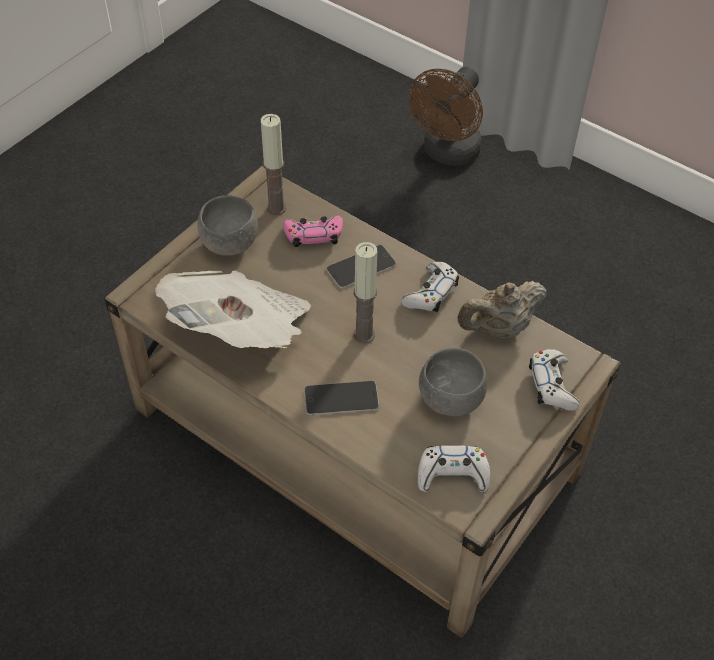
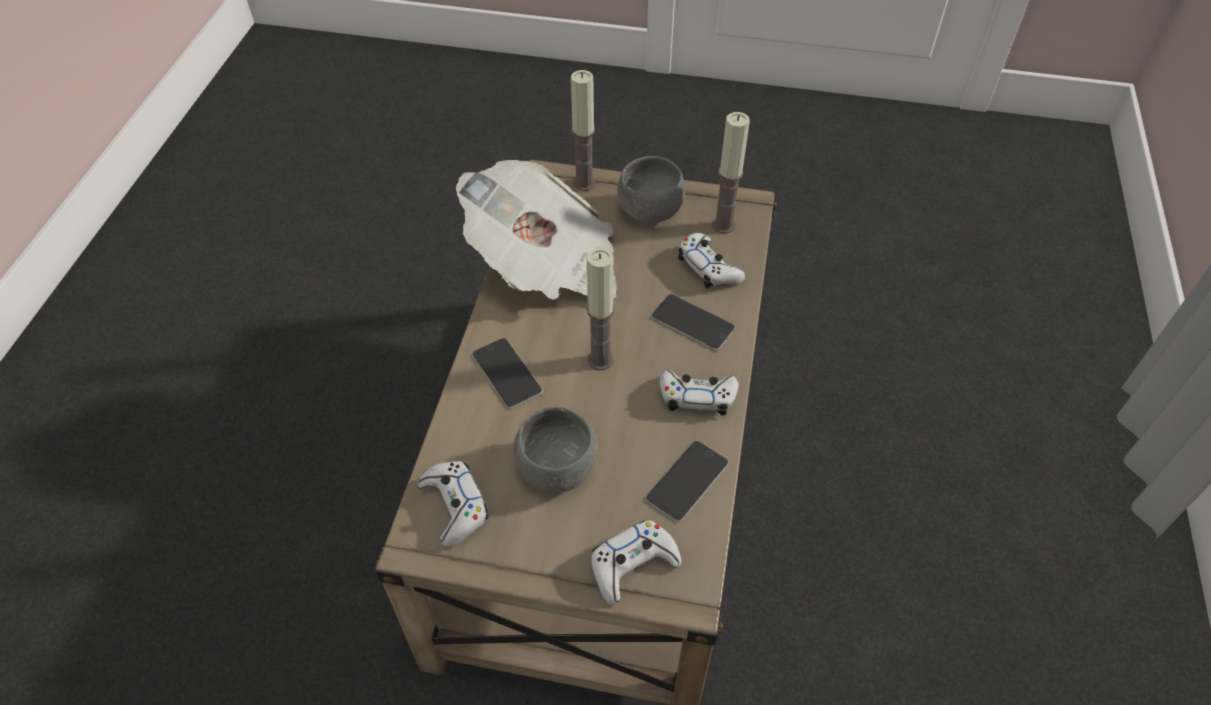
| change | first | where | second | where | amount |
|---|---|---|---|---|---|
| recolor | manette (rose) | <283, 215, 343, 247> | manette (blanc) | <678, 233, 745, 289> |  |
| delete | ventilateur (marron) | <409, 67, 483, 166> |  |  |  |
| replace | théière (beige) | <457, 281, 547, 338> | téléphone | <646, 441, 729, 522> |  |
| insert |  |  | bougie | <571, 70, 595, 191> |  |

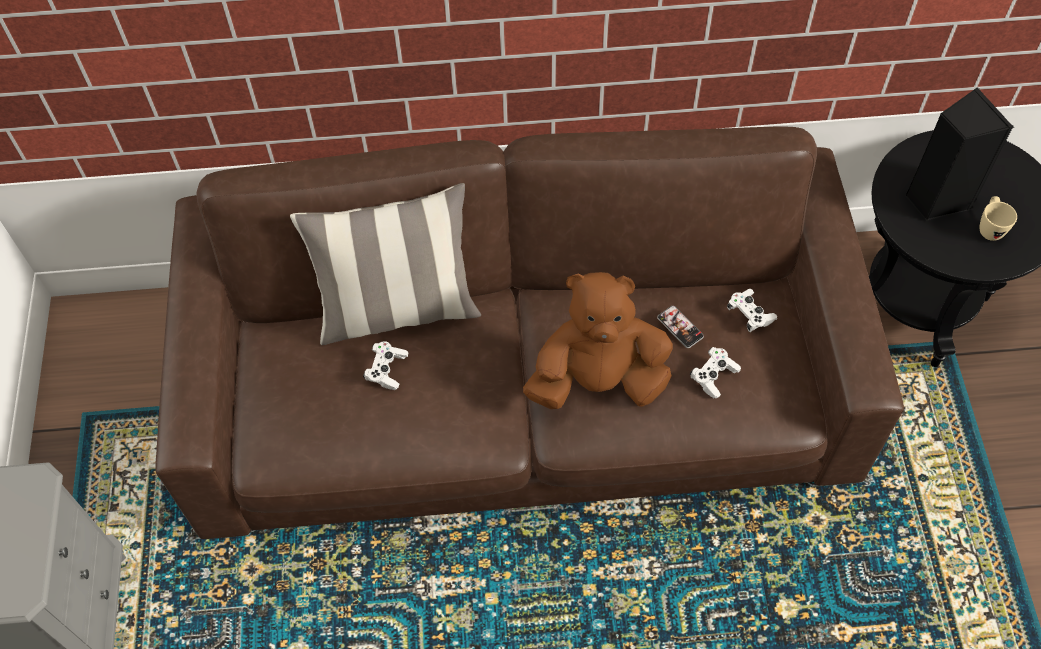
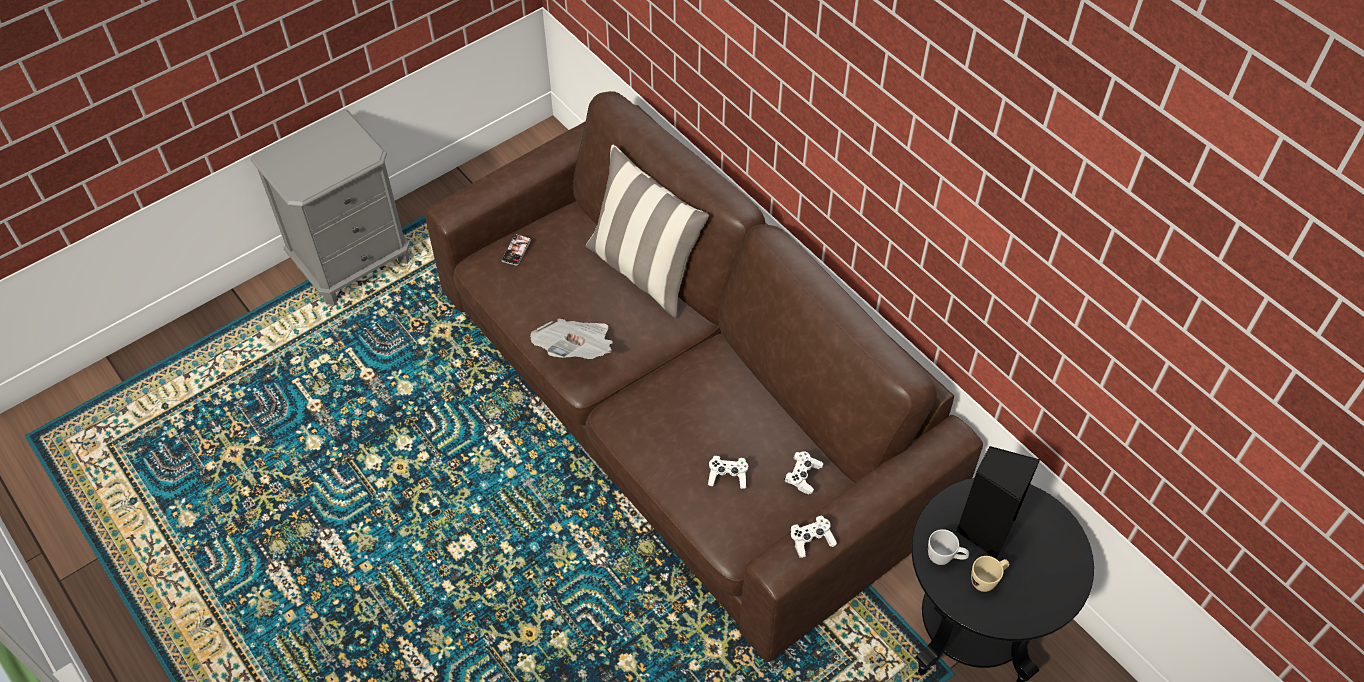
| change | first | where | second | where | amount |
|---|---|---|---|---|---|
| move | manette (blanc) | <363, 341, 408, 390> |  | <790, 516, 837, 558> |  |
| delete | peluche (marron) | <523, 272, 673, 409> |  |  |  |
| move | téléphone | <657, 306, 704, 348> |  | <501, 234, 531, 266> |  |
| insert |  |  | journal | <530, 319, 612, 359> |  |
| insert |  |  | mug (blanc) | <928, 529, 969, 565> |  |

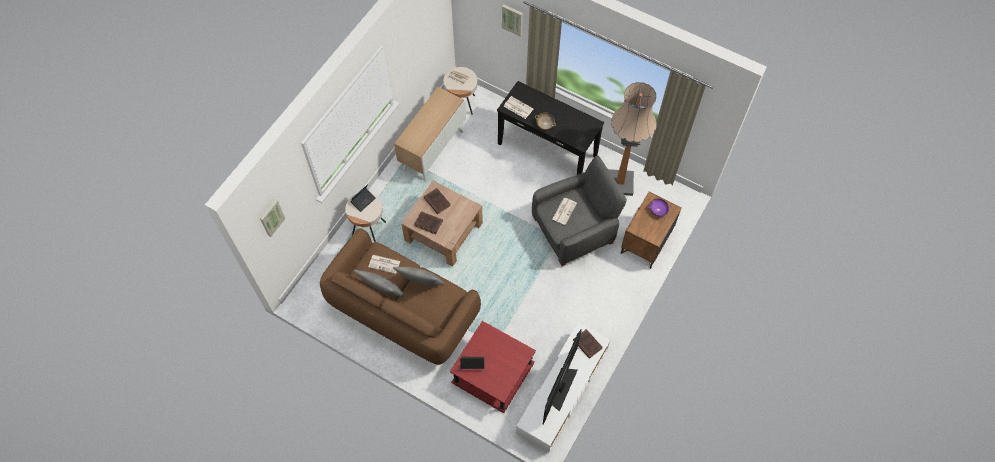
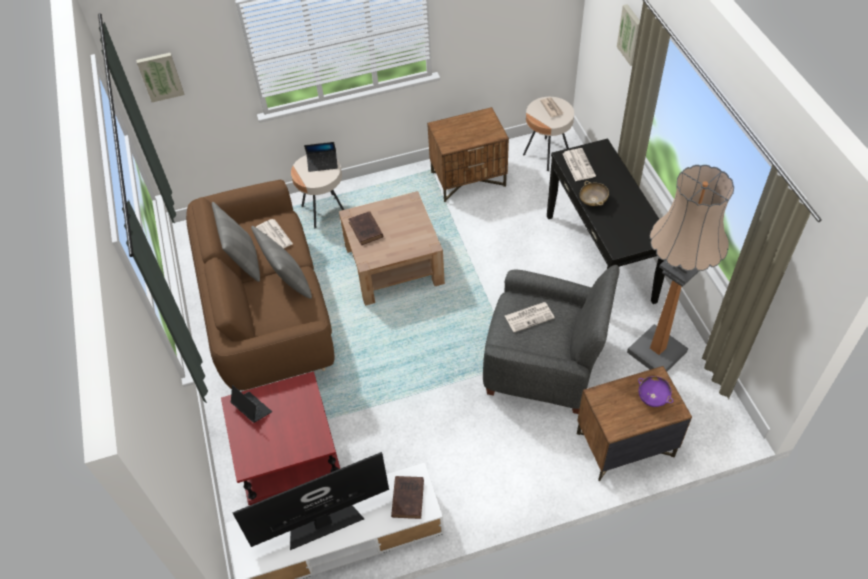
| change | first | where | second | where | amount |
|---|---|---|---|---|---|
| replace | meuble de rangement | <394, 87, 466, 182> | table de chevet (marron) | <427, 107, 509, 202> |  |
| delete | livre (marron) | <424, 188, 451, 214> |  |  |  |

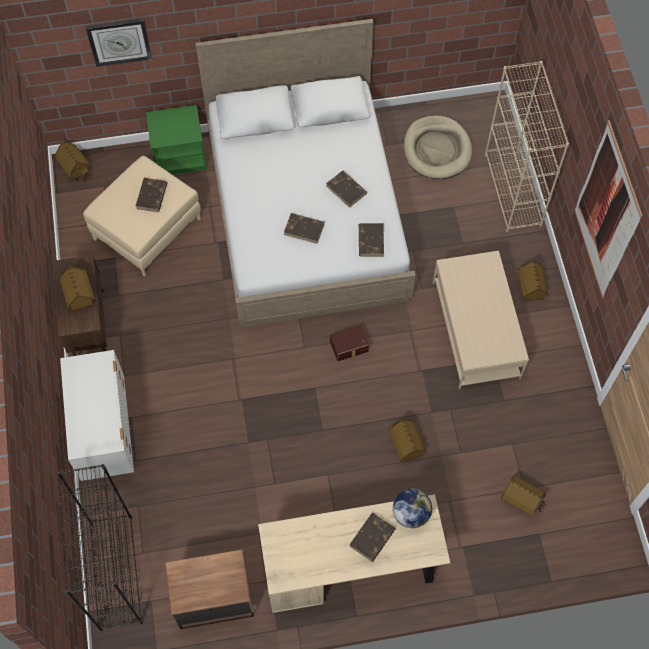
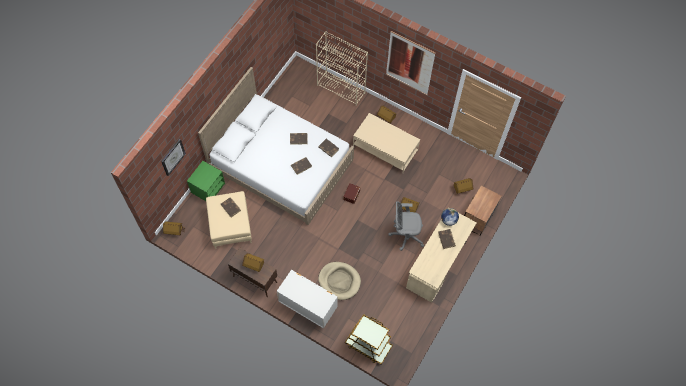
| change | first | where | second | where | amount |
|---|---|---|---|---|---|
| replace | bibliothèque (noir) | <57, 464, 143, 631> | chariot (marron) | <345, 314, 393, 365> |  |
| move | table de chevet | <165, 549, 254, 629> |  | <464, 185, 502, 236> |  |
| move | panier pour chien (beige) | <404, 115, 472, 179> |  | <318, 262, 361, 300> |  |
| insert |  |  | chaise de bureau (gris) | <388, 201, 424, 251> |  |

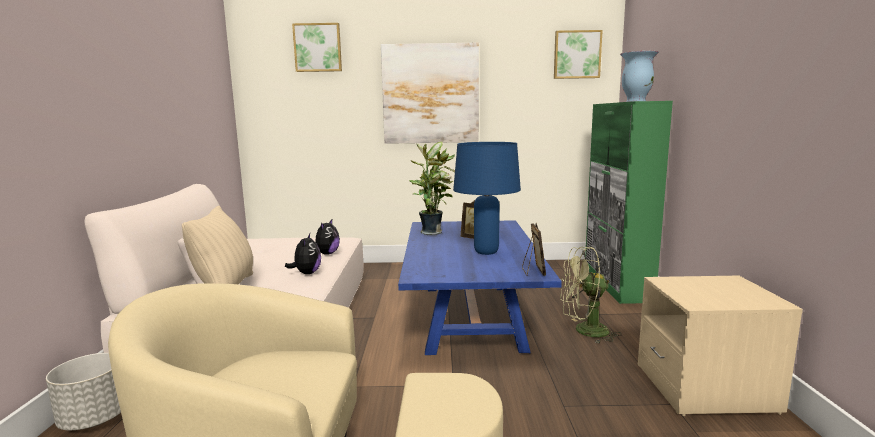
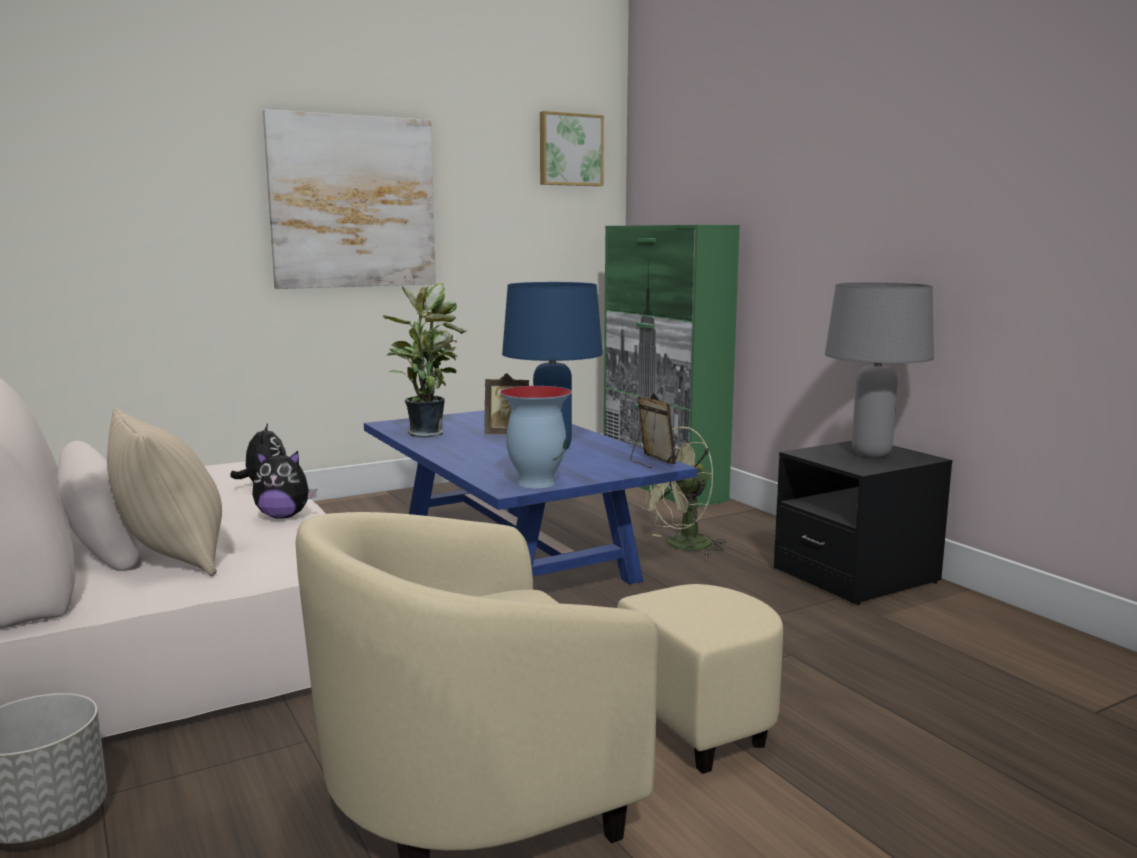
| change | first | where | second | where | amount |
|---|---|---|---|---|---|
| rotate | peluche | <285, 233, 321, 274> |  | <252, 451, 317, 519> | 120 degrees clockwise |
| delete | tableau | <292, 23, 342, 72> |  |  |  |
| move | vase | <620, 51, 659, 102> |  | <500, 386, 572, 488> |  |
| recolor | table de chevet (beige) | <638, 276, 803, 416> | table de chevet (noir) | <774, 441, 952, 605> |  |
| insert |  |  | lampe de table (gris) | <825, 282, 934, 457> |  |

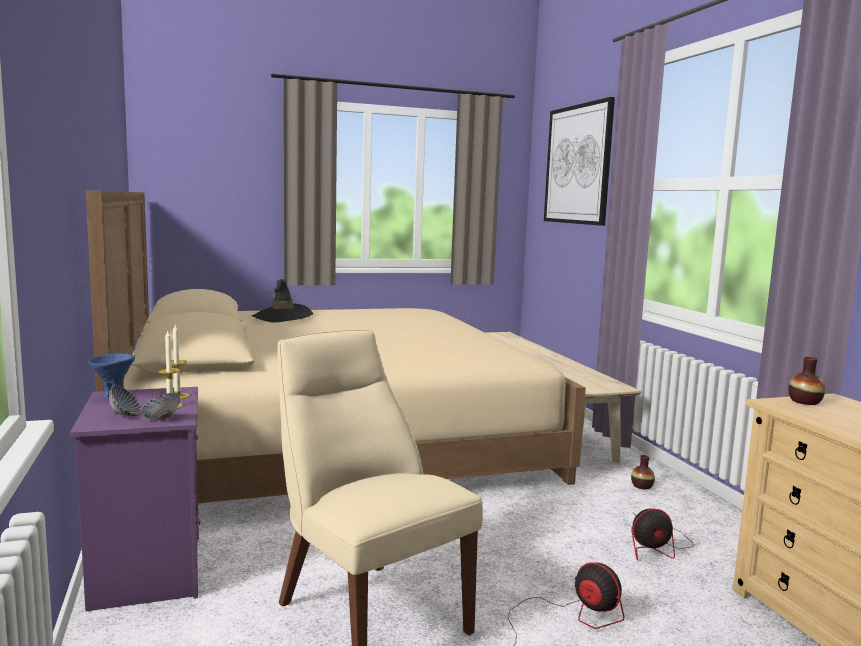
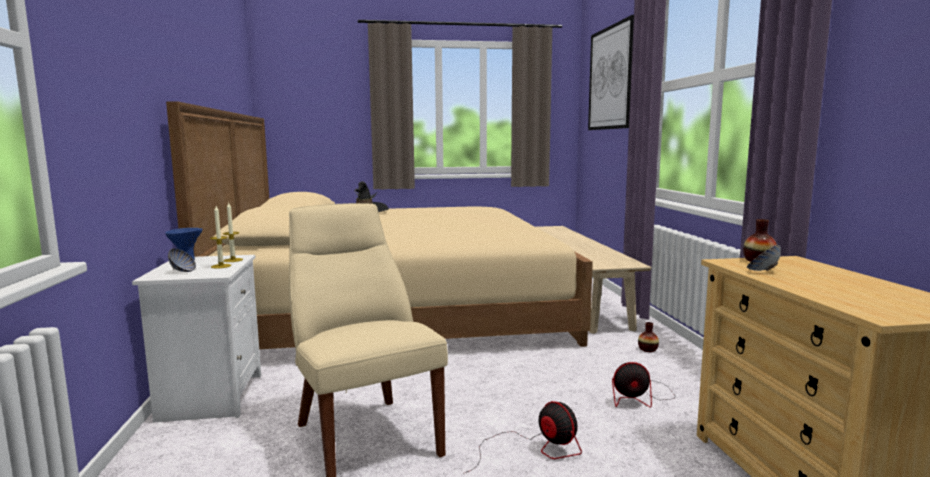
| change | first | where | second | where | amount |
|---|---|---|---|---|---|
| recolor | table de chevet (violet) | <70, 387, 201, 611> | table de chevet (blanc) | <132, 255, 261, 423> |  |
| move | bol | <141, 393, 180, 420> |  | <747, 244, 781, 271> |  |

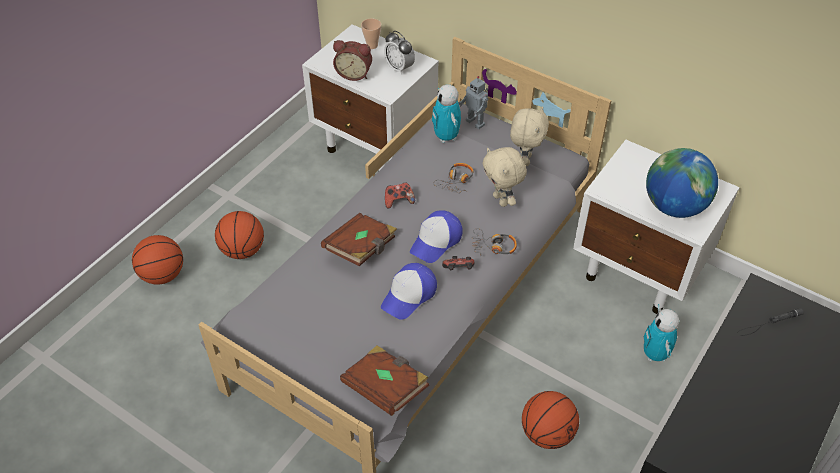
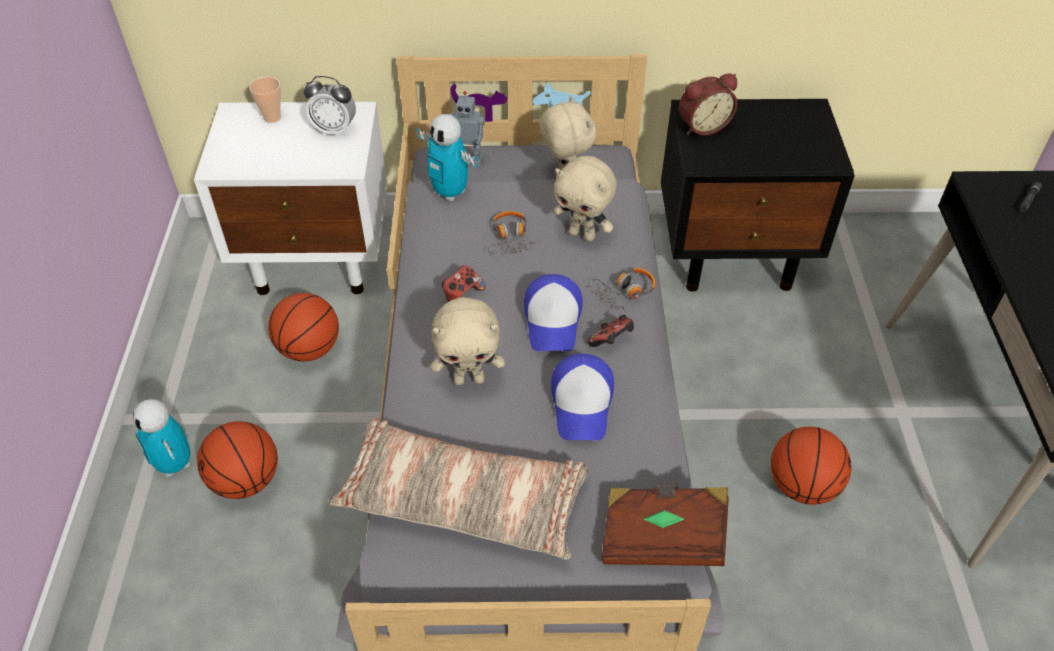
| change | first | where | second | where | amount |
|---|---|---|---|---|---|
| move | ballon de basket | <132, 235, 183, 285> |  | <268, 293, 339, 362> |  |
| replace | livre (marron) | <321, 213, 397, 266> | peluche (beige) | <431, 297, 505, 385> |  |
| move | réveil | <333, 40, 372, 81> |  | <679, 73, 737, 136> |  |
| recolor | table de chevet (blanc) | <573, 140, 740, 314> | table de chevet (noir) | <661, 99, 855, 292> |  |
| move | robot jouet | <643, 304, 679, 361> |  | <133, 399, 190, 477> |  |
| delete | globe | <646, 148, 718, 218> |  |  |  |
| insert |  |  | coussin | <328, 418, 588, 560> |  |

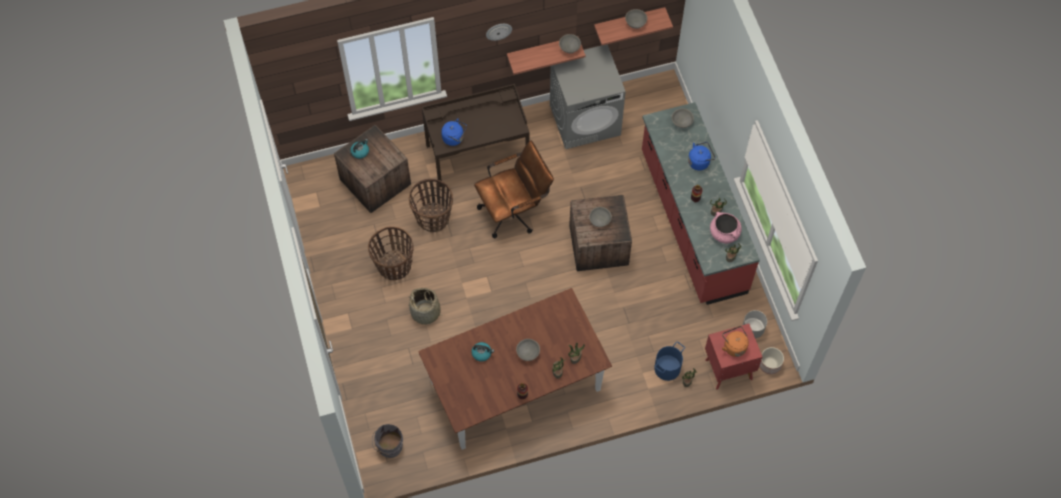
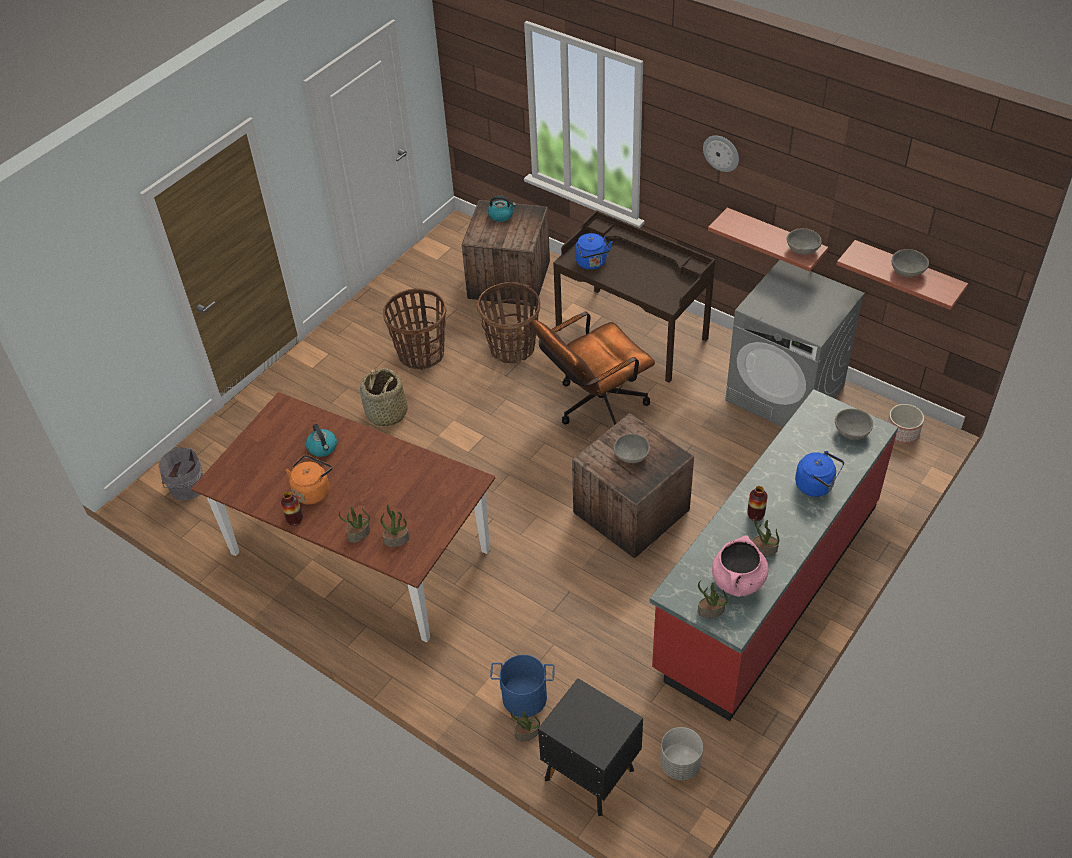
| change | first | where | second | where | amount |
|---|---|---|---|---|---|
| rotate | chaise de bureau (marron) | <474, 140, 554, 238> |  | <532, 312, 655, 425> | 120 degrees clockwise |
| delete | bol (gris) | <516, 339, 540, 361> |  |  |  |
| recolor | table de chevet (rouge) | <705, 324, 762, 390> | table de chevet (noir) | <538, 678, 643, 816> |  |
| move | bouilloire (orange) | <722, 326, 749, 357> |  | <285, 455, 333, 505> |  |
| move | cache-pot | <759, 347, 784, 375> |  | <887, 404, 924, 444> |  |

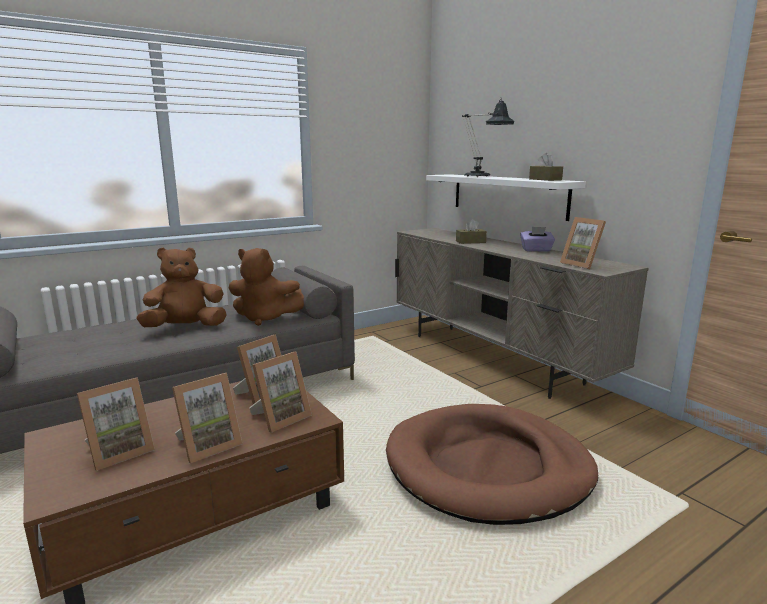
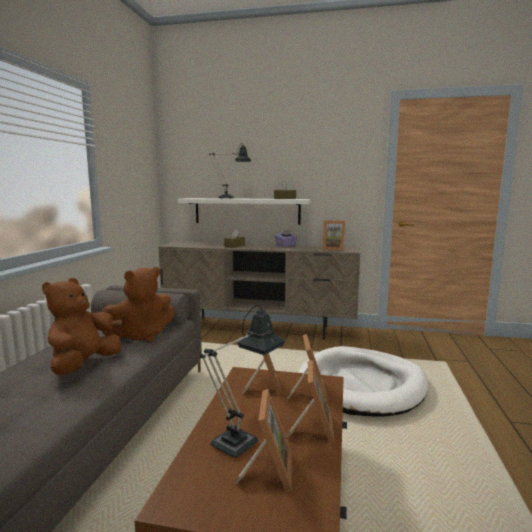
| change | first | where | second | where | amount |
|---|---|---|---|---|---|
| recolor | panier pour chien (marron) | <386, 404, 598, 525> | panier pour chien (blanc) | <298, 346, 428, 417> |  |
| insert |  |  | lampe de table | <200, 305, 285, 458> |  |

